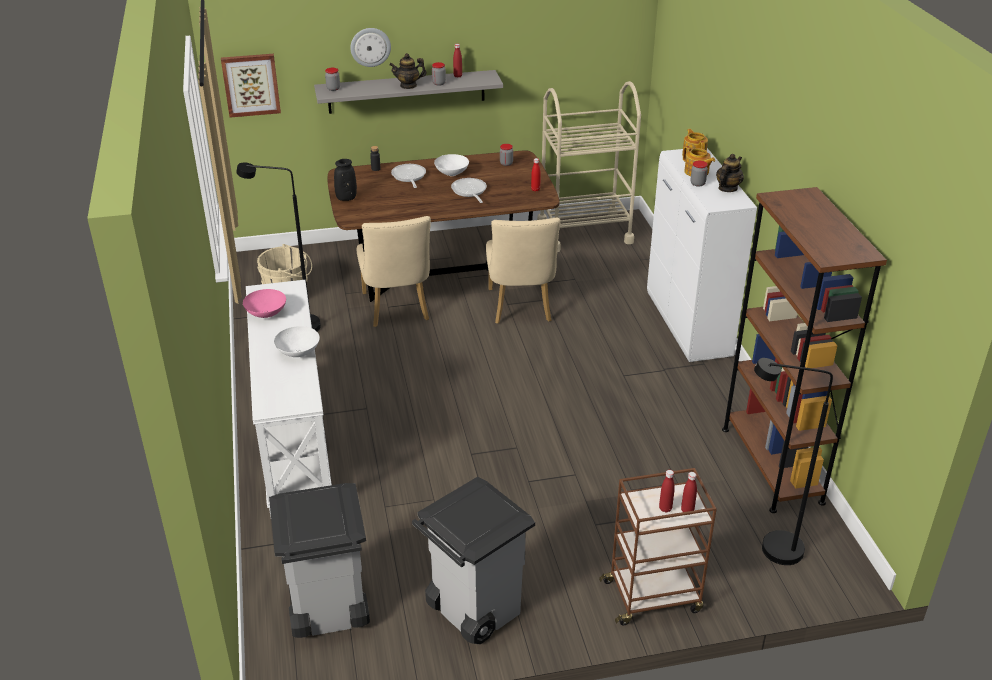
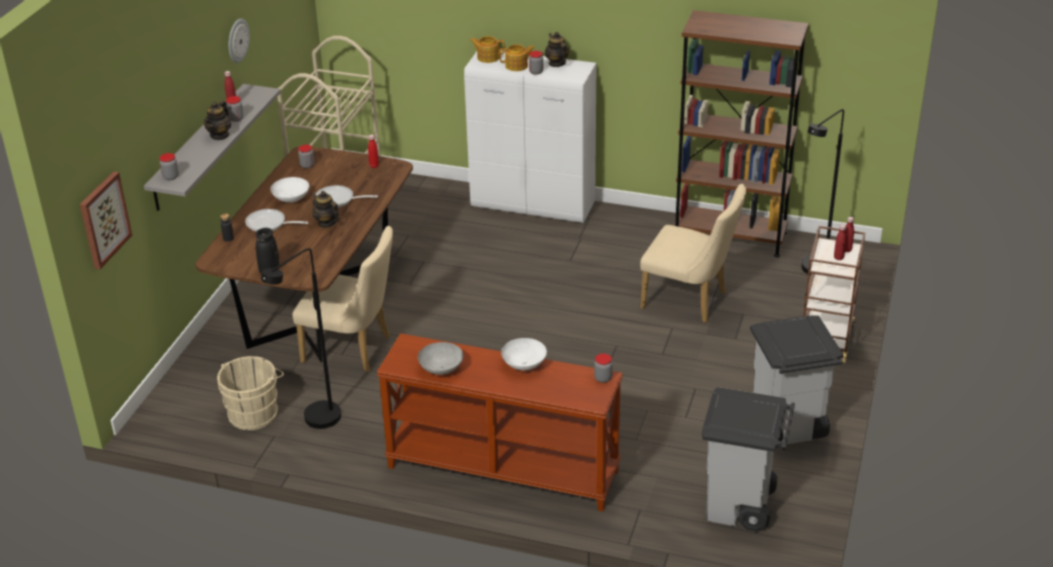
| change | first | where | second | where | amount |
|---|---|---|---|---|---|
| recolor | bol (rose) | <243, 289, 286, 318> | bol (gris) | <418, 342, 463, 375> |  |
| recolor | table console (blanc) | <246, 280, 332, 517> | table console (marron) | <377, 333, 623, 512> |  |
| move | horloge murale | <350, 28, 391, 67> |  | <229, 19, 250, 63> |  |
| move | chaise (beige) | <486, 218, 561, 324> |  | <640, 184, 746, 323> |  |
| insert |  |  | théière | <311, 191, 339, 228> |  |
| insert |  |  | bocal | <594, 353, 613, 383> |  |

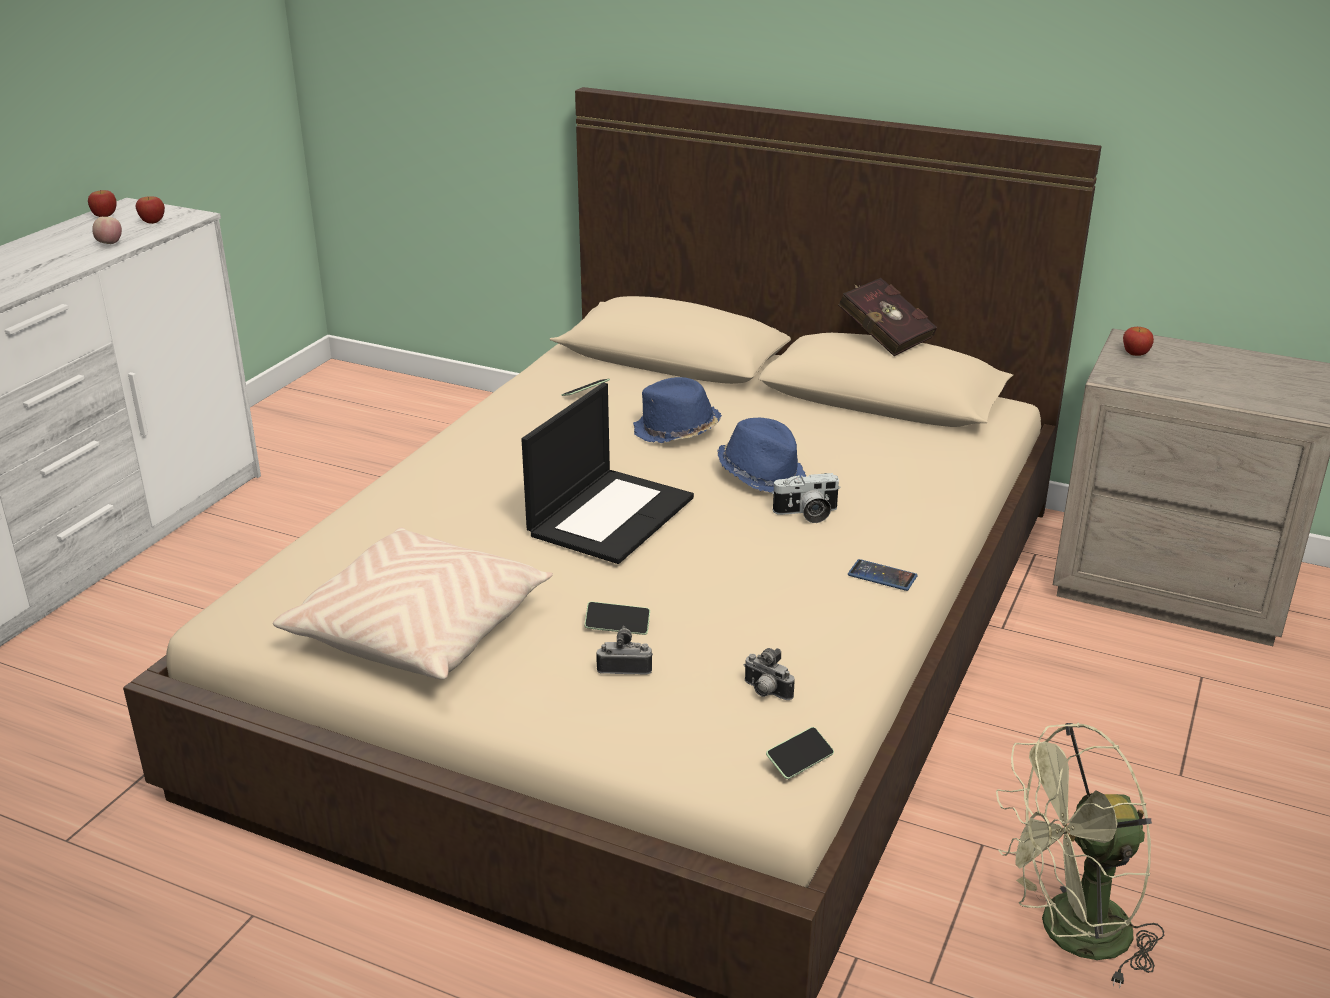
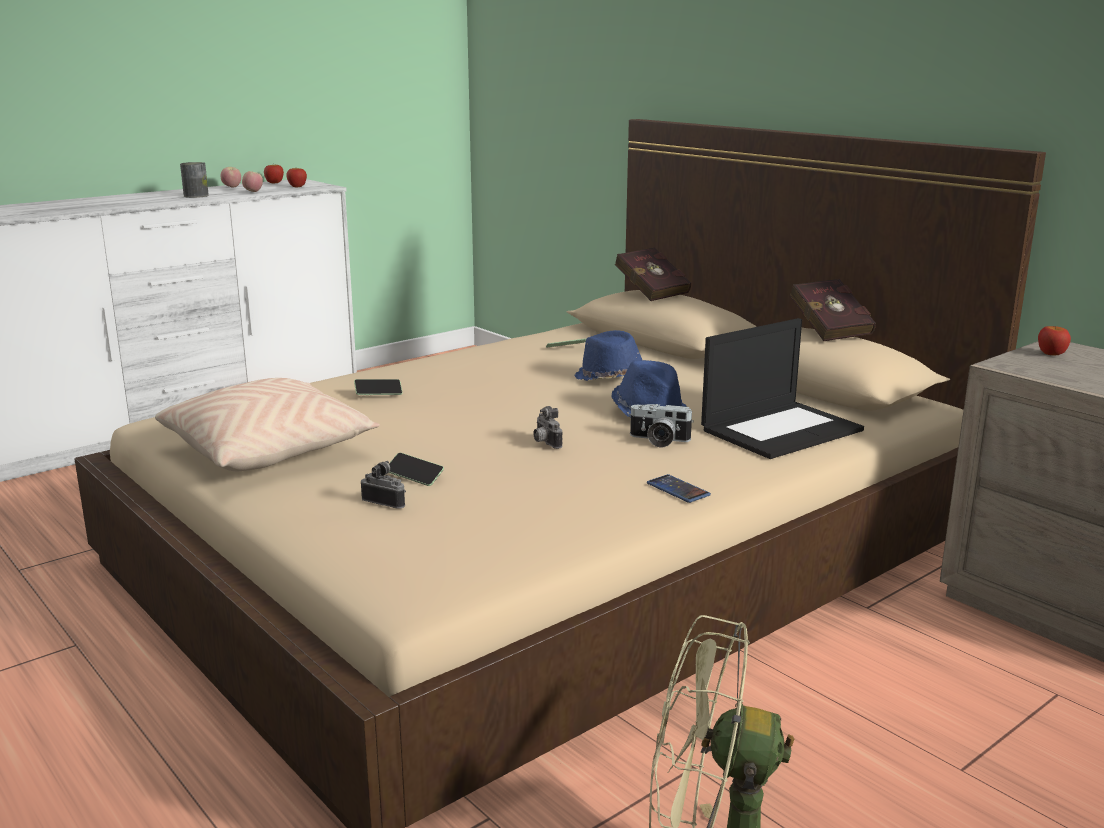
| change | first | where | second | where | amount |
|---|---|---|---|---|---|
| move | ordinateur portable | <521, 383, 694, 564> |  | <701, 318, 864, 459> |  |
| move | appareil photo | <744, 648, 795, 700> |  | <533, 406, 562, 449> |  |
| move | téléphone | <766, 727, 834, 779> |  | <354, 379, 403, 395> |  |
| insert |  |  | boîte métallique | <180, 162, 209, 198> |  |
| insert |  |  | pomme | <220, 167, 241, 188> |  |
| insert |  |  | livre (rouge) | <615, 248, 691, 301> |  |

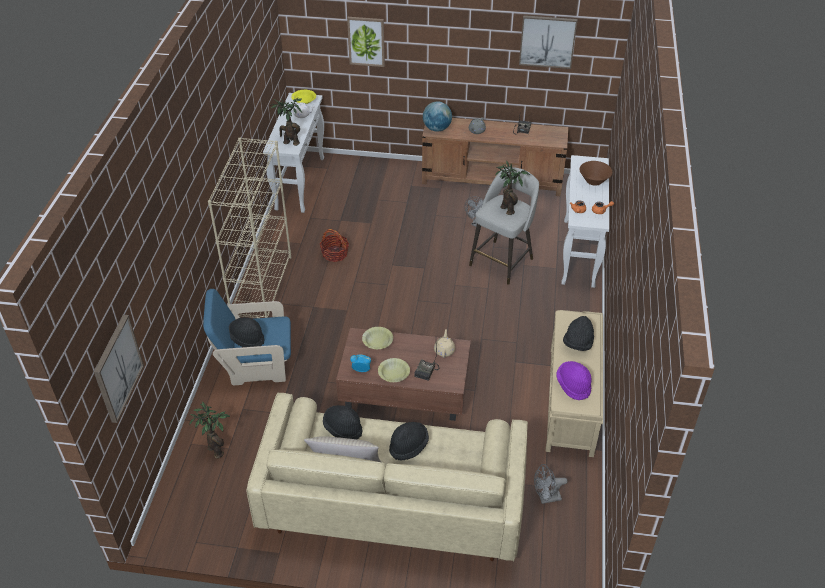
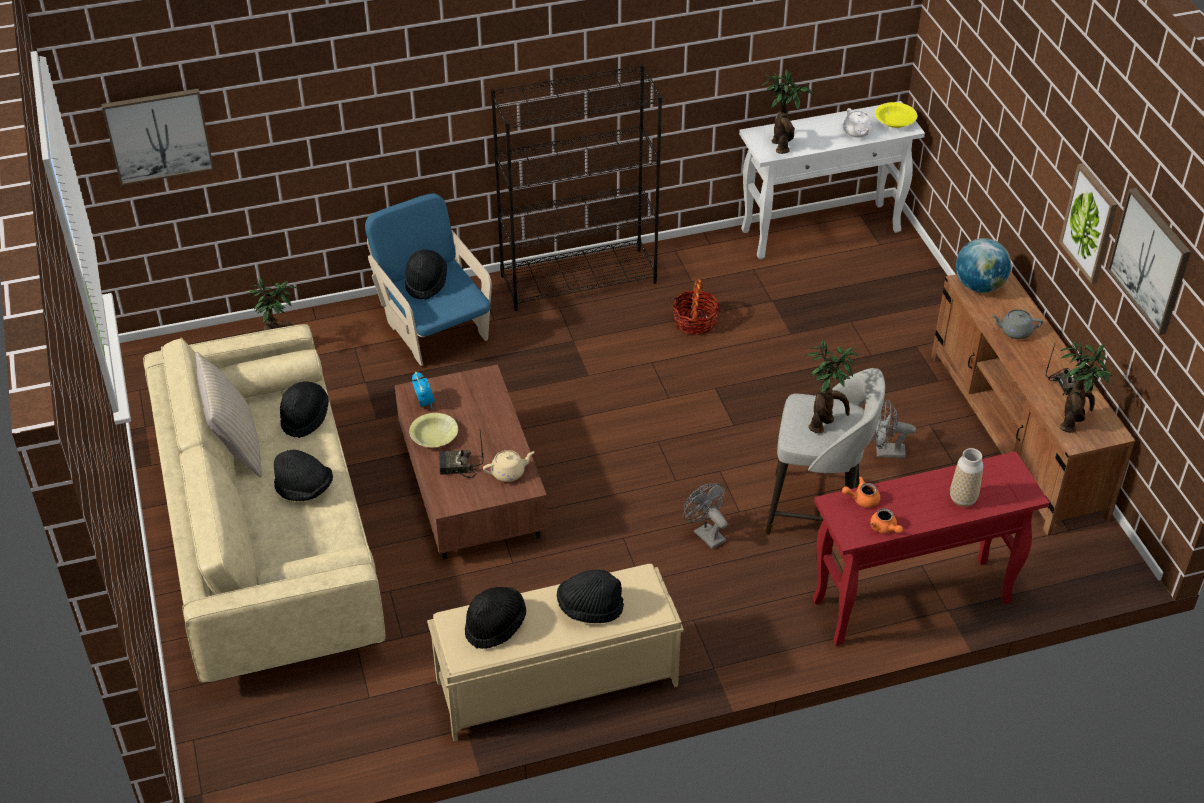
| change | first | where | second | where | amount |
|---|---|---|---|---|---|
| recolor | bibliothèque (beige) | <208, 138, 291, 318> | bibliothèque (noir) | <491, 64, 662, 311> |  |
| move | tableau | <347, 17, 385, 67> |  | <1059, 163, 1118, 284> |  |
| delete | bol (jaune) | <362, 327, 393, 349> |  |  |  |
| move | ventilateur (gris) | <534, 464, 568, 504> |  | <683, 484, 727, 549> |  |
| recolor | chapeau (violet) | <556, 361, 592, 400> | chapeau (noir) | <465, 587, 526, 649> |  |
| recolor | table console (blanc) | <561, 155, 609, 288> | table console (rouge) | <813, 451, 1050, 646> |  |
| replace | bol (marron) | <579, 161, 612, 186> | vase | <950, 448, 983, 507> |  |
| insert |  |  | plante en pot | <1060, 340, 1112, 433> |  |

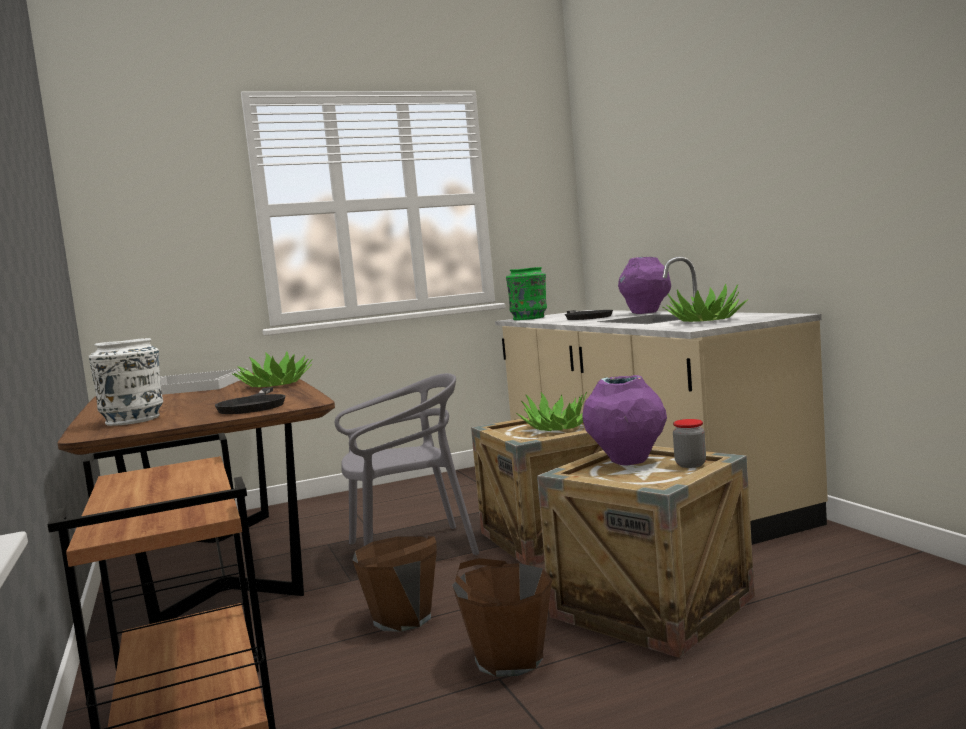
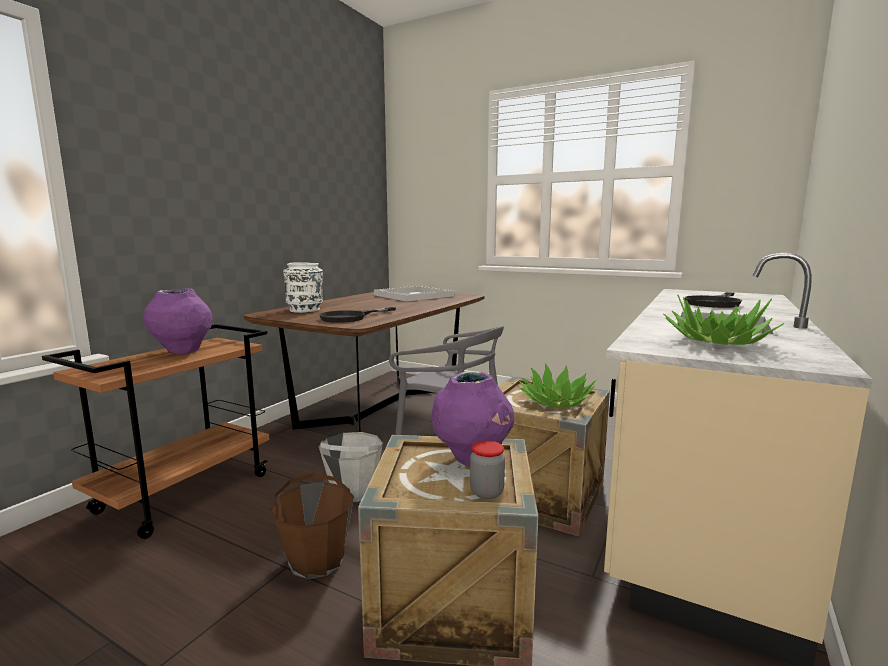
| change | first | where | second | where | amount |
|---|---|---|---|---|---|
| delete | plante en pot | <232, 352, 313, 387> |  |  |  |
| recolor | seau (marron) | <352, 536, 437, 632> | seau (gris) | <319, 432, 383, 502> |  |
| delete | vase (vert) | <506, 267, 547, 320> |  |  |  |
| move | vase (violet) | <618, 257, 671, 314> |  | <143, 288, 213, 354> |  |

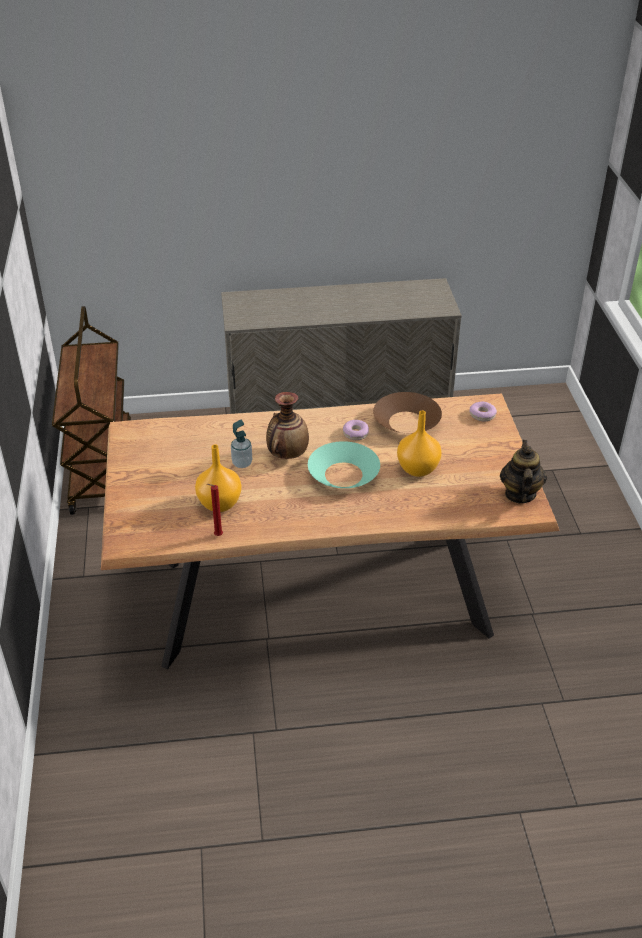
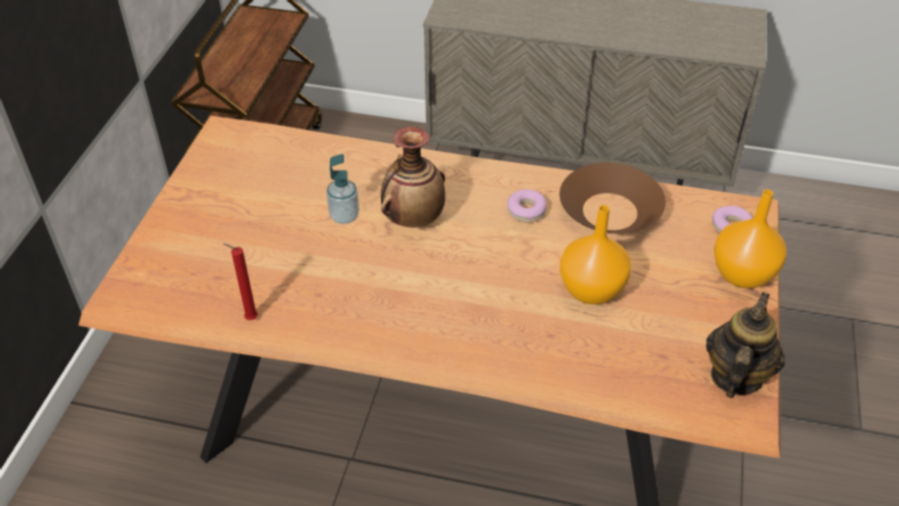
| change | first | where | second | where | amount |
|---|---|---|---|---|---|
| move | vase (orange) | <195, 445, 242, 512> |  | <714, 189, 786, 289> |  |
| delete | bol (turquoise) | <308, 441, 380, 488> |  |  |  |

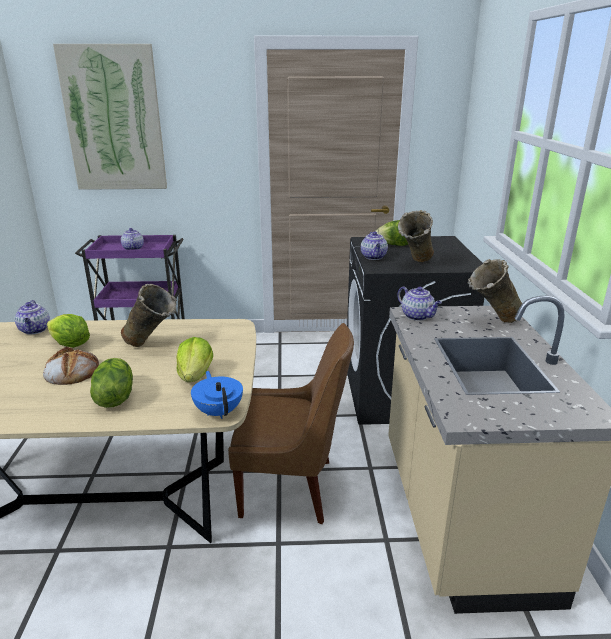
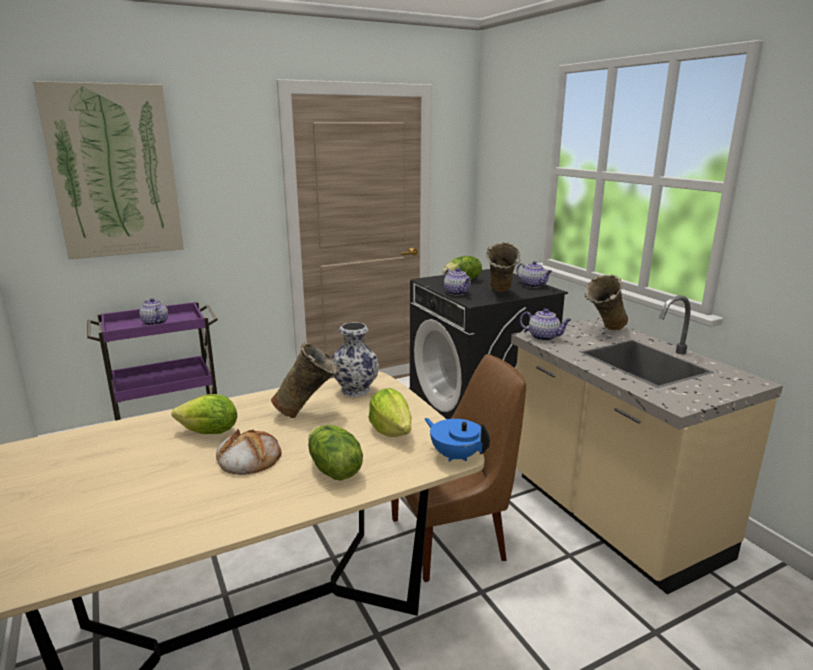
| change | first | where | second | where | amount |
|---|---|---|---|---|---|
| move | théière | <14, 300, 50, 334> |  | <517, 261, 552, 288> |  |
| insert |  |  | vase | <332, 322, 379, 397> |  |

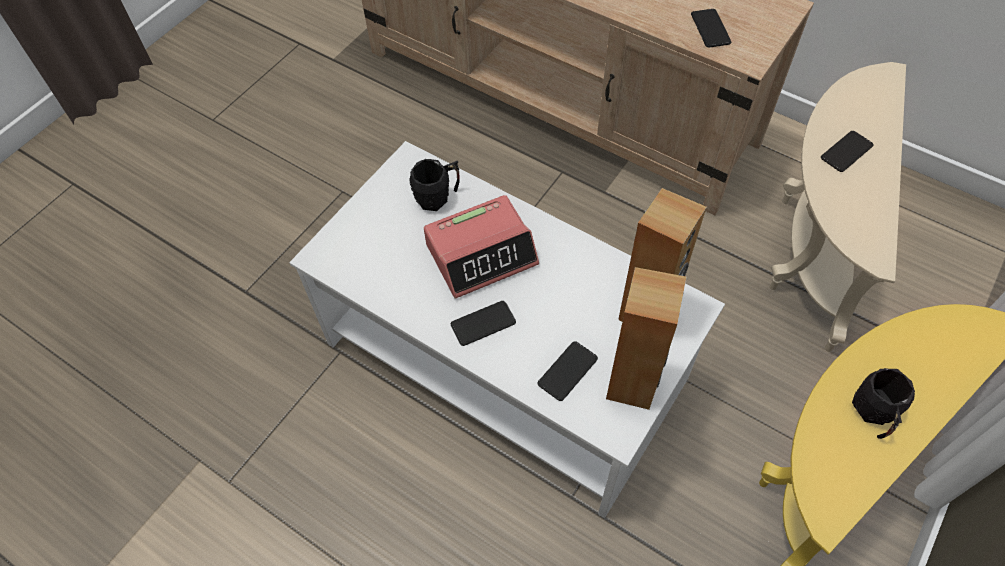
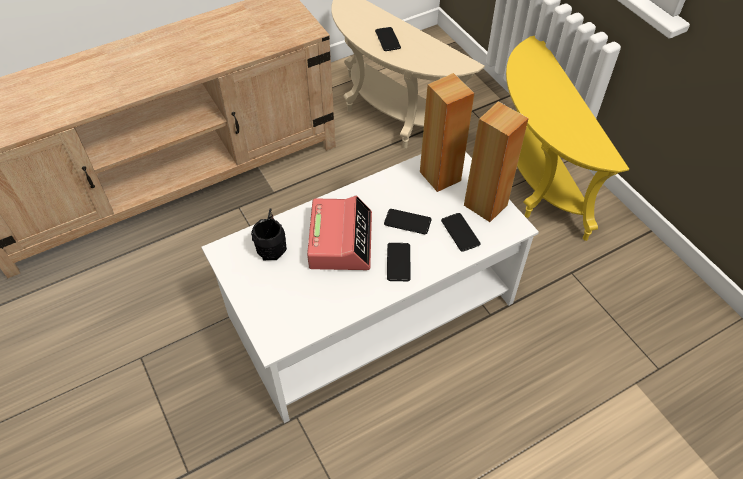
| change | first | where | second | where | amount |
|---|---|---|---|---|---|
| move | téléphone | <691, 9, 731, 48> |  | <384, 209, 431, 234> |  |
| delete | mug (noir) | <852, 368, 915, 439> |  |  |  |

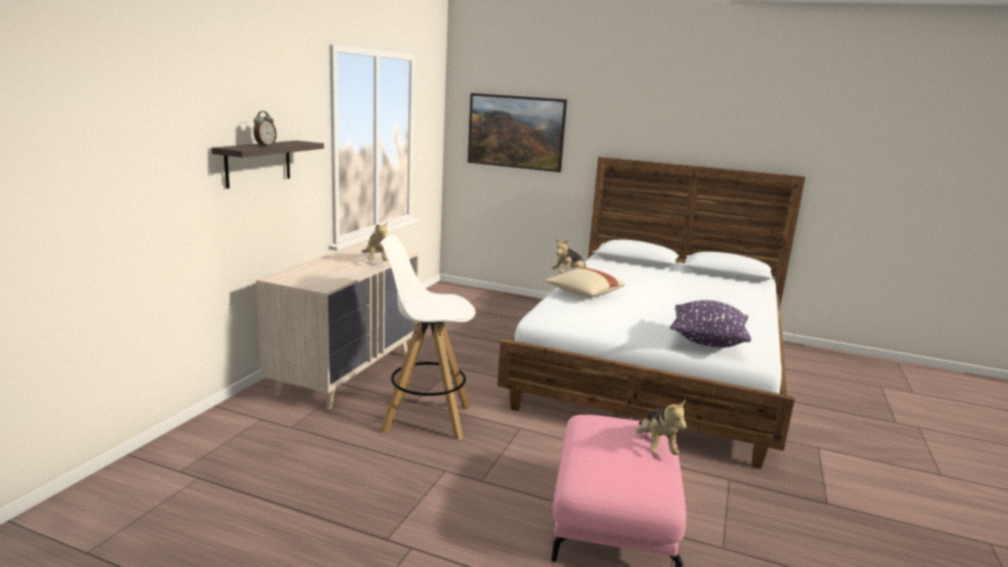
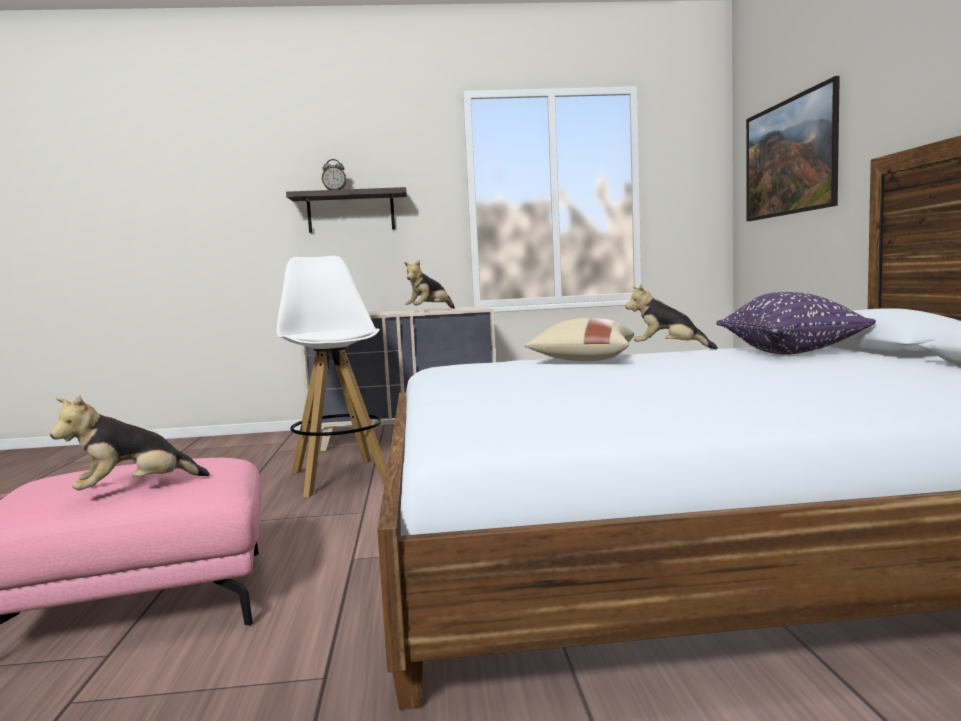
| change | first | where | second | where | amount |
|---|---|---|---|---|---|
| move | coussin (violet) | <670, 300, 751, 348> |  | <716, 292, 876, 355> |  |

